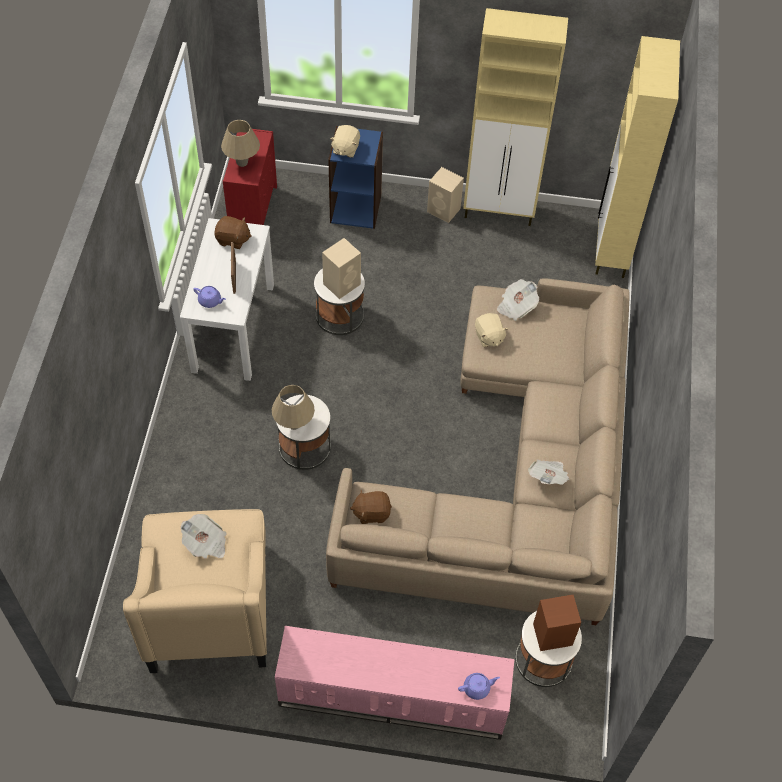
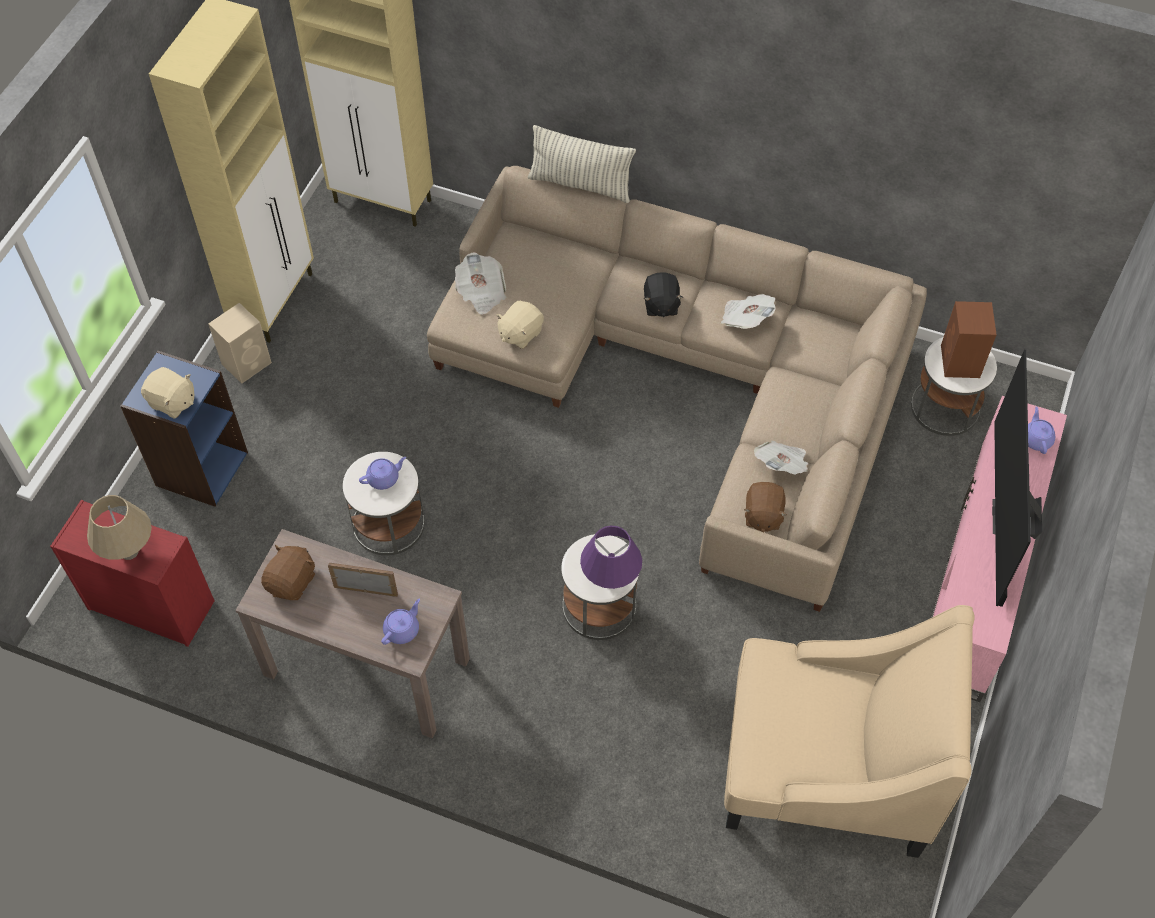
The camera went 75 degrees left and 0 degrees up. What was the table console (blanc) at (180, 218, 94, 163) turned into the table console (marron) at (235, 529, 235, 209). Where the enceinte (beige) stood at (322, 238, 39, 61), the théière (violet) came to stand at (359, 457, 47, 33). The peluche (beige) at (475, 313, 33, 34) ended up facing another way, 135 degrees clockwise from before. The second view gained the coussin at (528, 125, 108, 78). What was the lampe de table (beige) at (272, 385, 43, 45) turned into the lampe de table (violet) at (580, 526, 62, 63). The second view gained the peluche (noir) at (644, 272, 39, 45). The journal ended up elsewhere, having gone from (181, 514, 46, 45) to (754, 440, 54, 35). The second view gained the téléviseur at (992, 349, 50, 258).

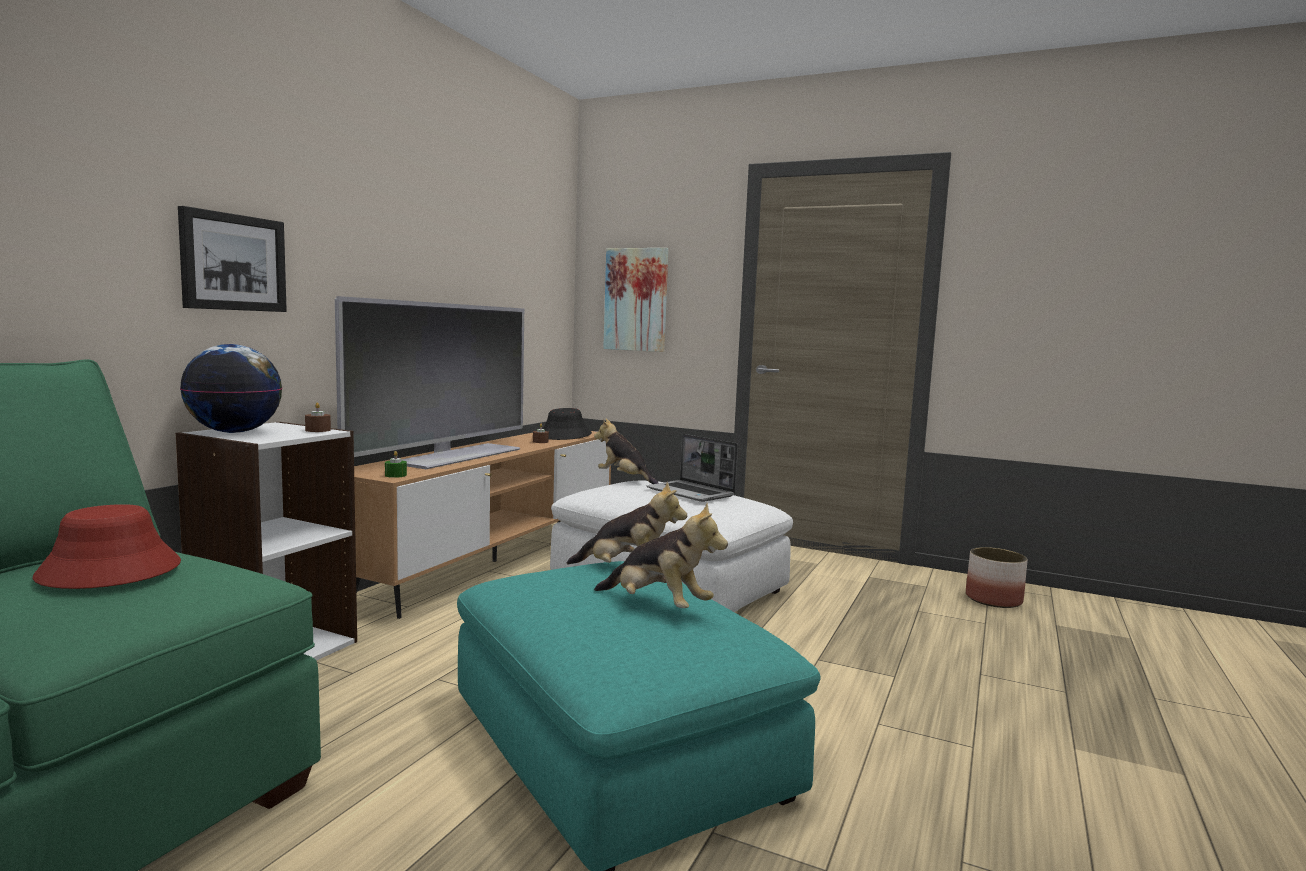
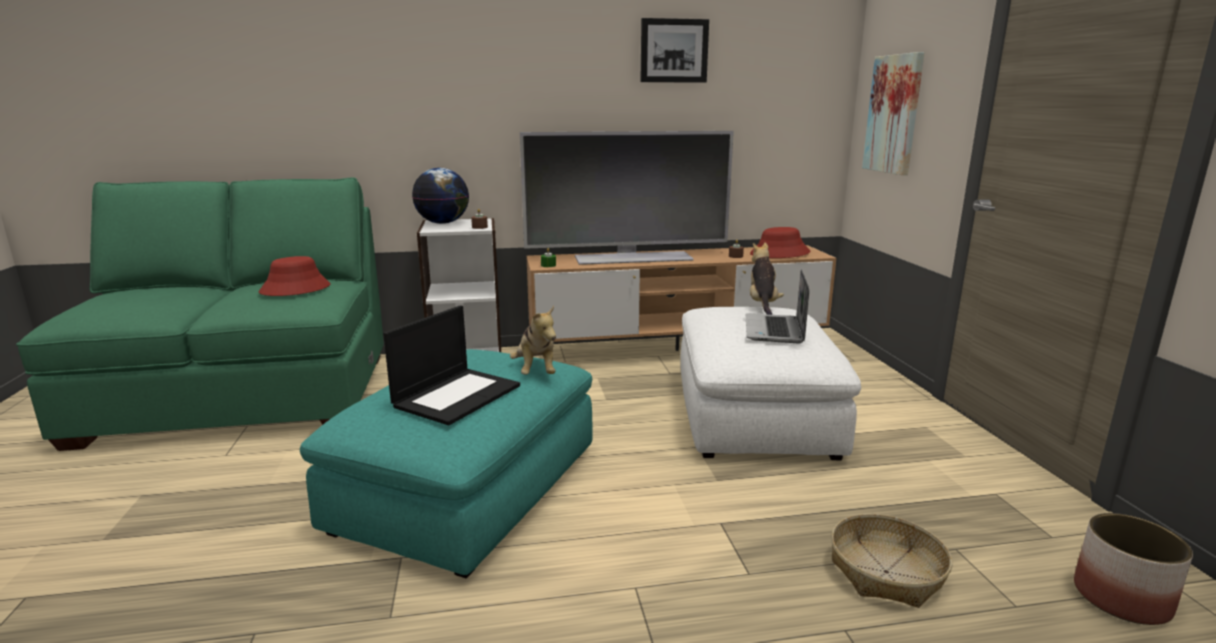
The camera went 55 degrees right and 10 degrees up. Where the peluche stood at (594, 503, 134, 105), the ordinateur portable came to stand at (383, 305, 137, 120). The tableau ended up elsewhere, having gone from (178, 206, 109, 106) to (640, 18, 69, 65). What was the chapeau (noir) at (542, 408, 50, 32) turned into the chapeau (rouge) at (750, 227, 60, 31). The second view gained the panier at (831, 514, 121, 94).

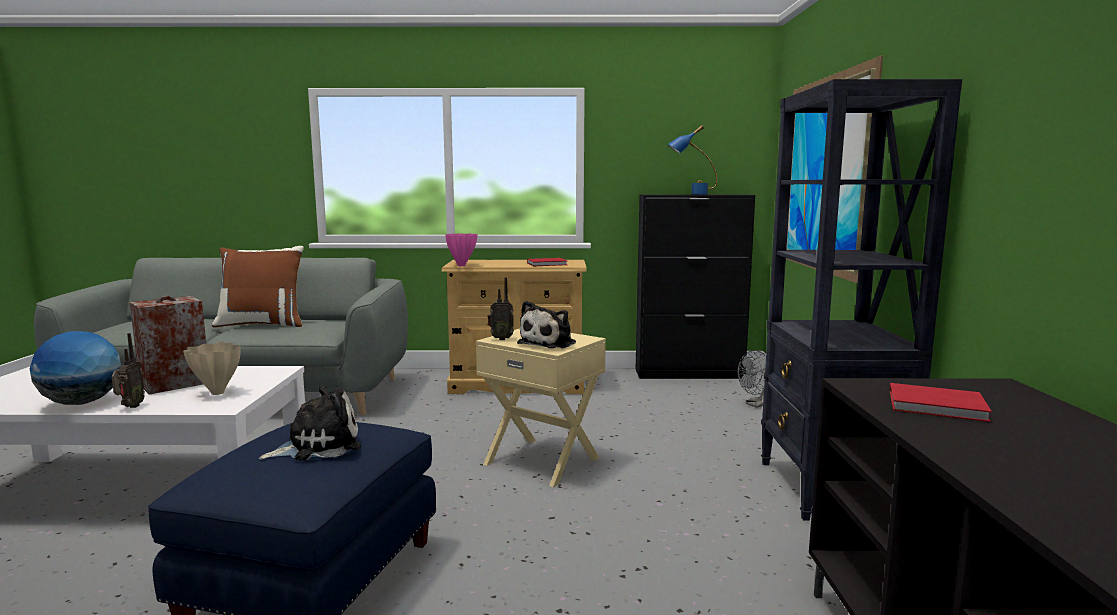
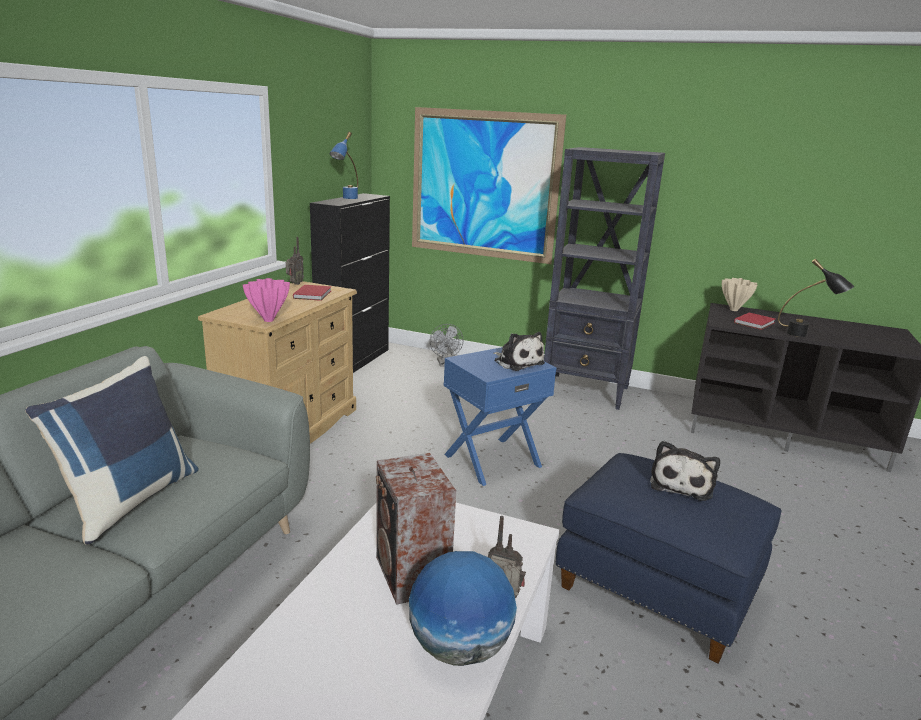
The camera went 70 degrees left and 10 degrees up. What was the coussin (marron) at (212, 246, 92, 82) turned into the coussin (bleu) at (25, 356, 174, 189). The radio ended up elsewhere, having gone from (487, 277, 27, 63) to (286, 237, 18, 48). What was the table d'appoint (beige) at (476, 328, 130, 159) turned into the table d'appoint (bleu) at (444, 347, 113, 139). The peluche at (258, 385, 103, 76) ended up facing another way, 150 degrees counterclockwise from before. The vase (beige) ended up elsewhere, having gone from (183, 342, 58, 53) to (722, 278, 35, 33). The second view gained the lampe de table (noir) at (778, 259, 76, 78).

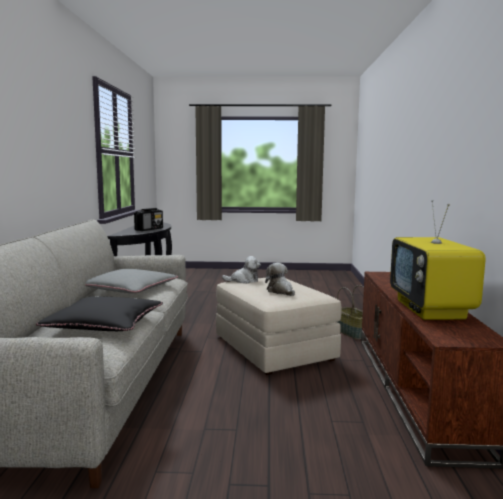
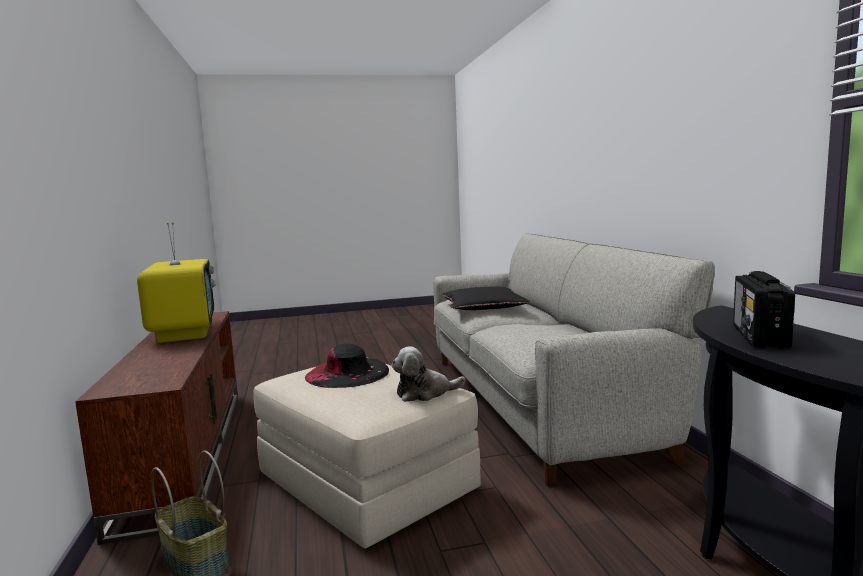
The camera went 165 degrees right and 0 degrees up. Where the peluche stood at (265, 263, 30, 33), the chapeau (noir) came to stand at (305, 344, 84, 44). The second view lost the coussin (gris) at (85, 269, 93, 24).

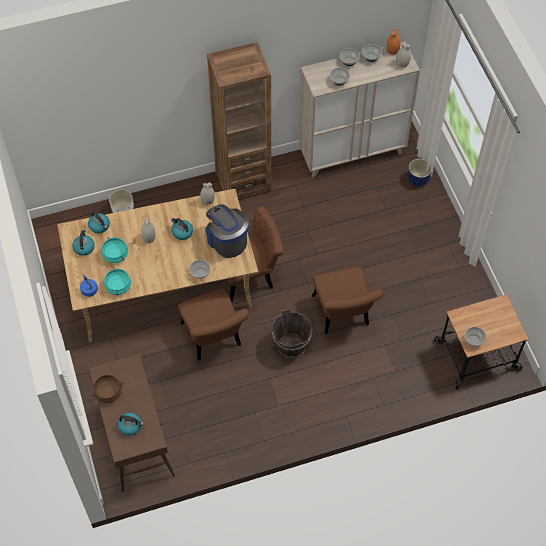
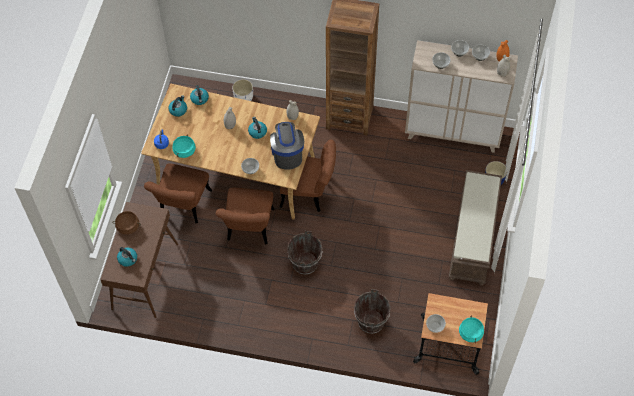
The camera went 30 degrees right and 0 degrees up. The chaise (marron) ended up elsewhere, having gone from (312, 266, 72, 68) to (144, 163, 68, 60). The second view gained the seau (marron) at (354, 289, 37, 45). The second view gained the banc (marron) at (449, 170, 53, 115). The marmite (turquoise) ended up elsewhere, having gone from (101, 237, 27, 26) to (459, 316, 25, 27).

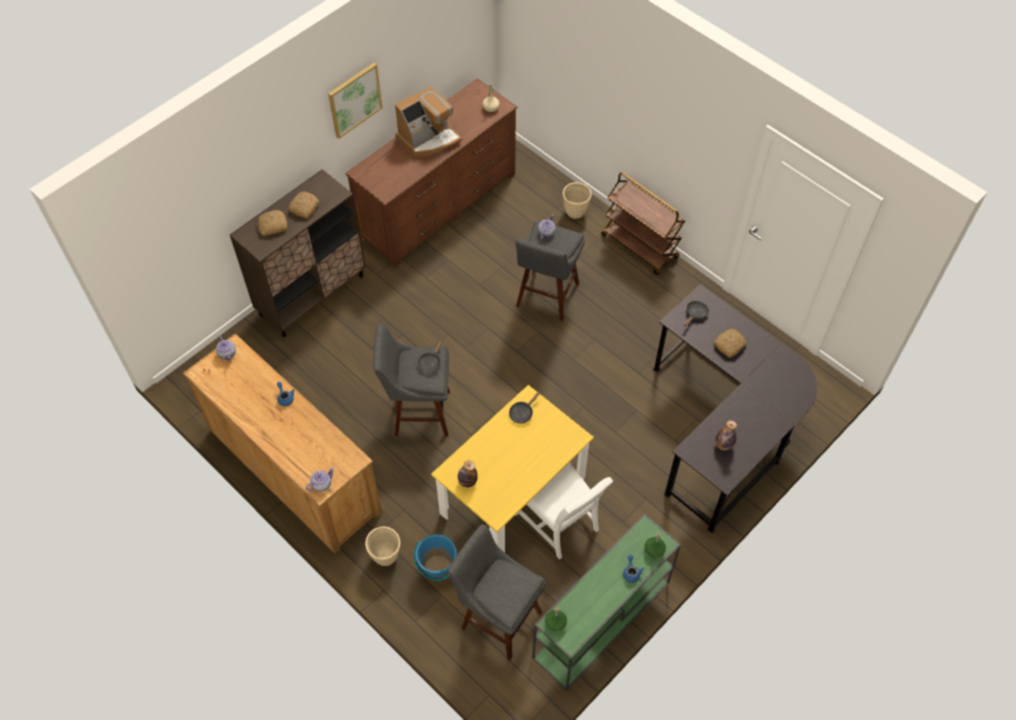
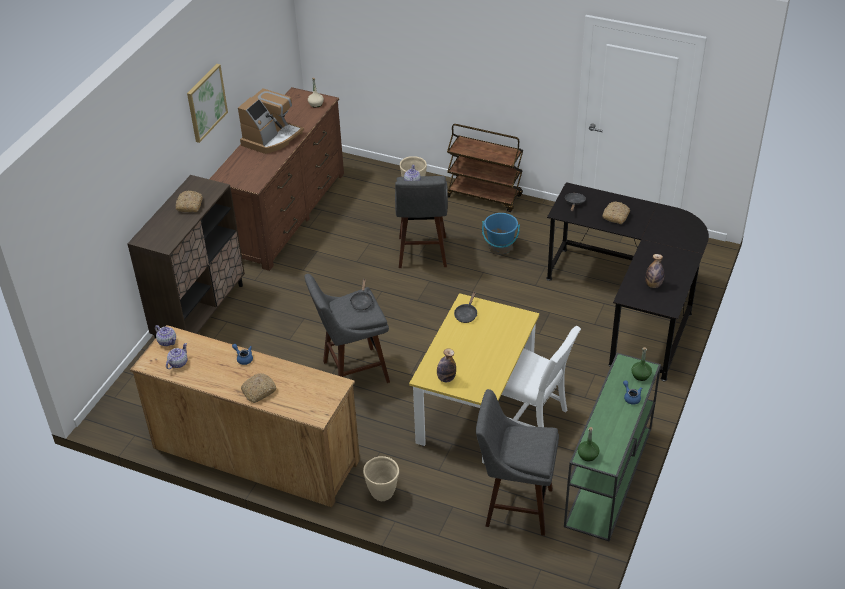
The camera went 20 degrees left and 15 degrees down. The théière ended up elsewhere, having gone from (306, 468, 28, 24) to (166, 343, 22, 26). The pain ended up elsewhere, having gone from (258, 210, 29, 26) to (241, 373, 36, 30). The seau (bleu) ended up elsewhere, having gone from (414, 534, 43, 47) to (482, 213, 38, 41).

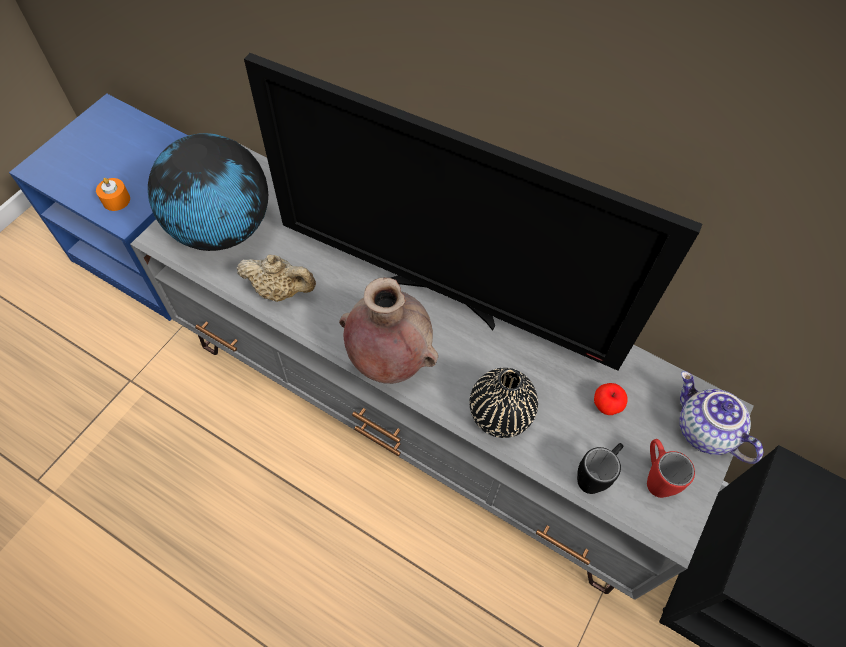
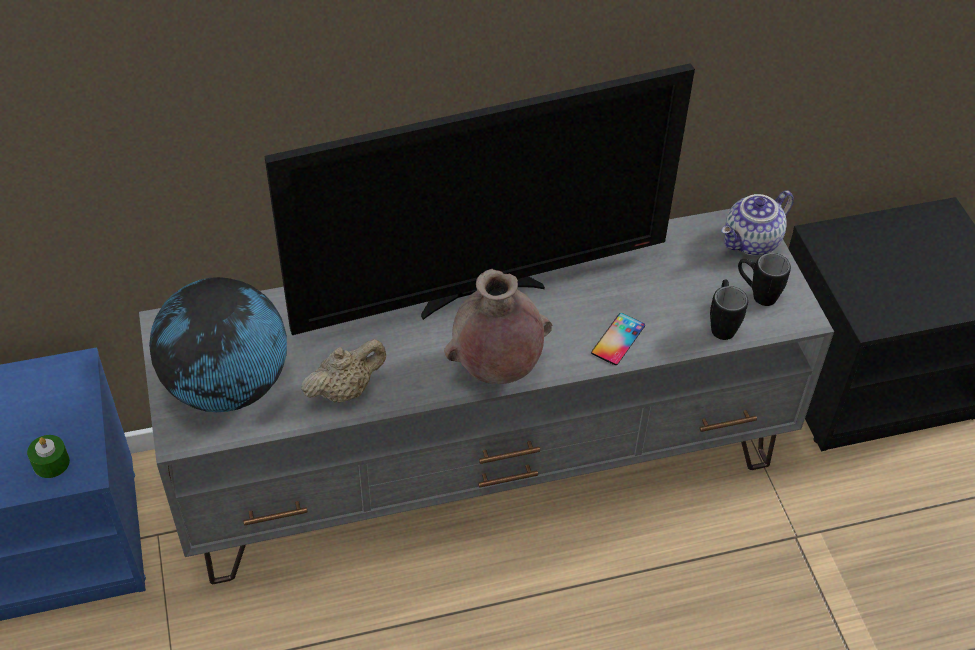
The camera went 45 degrees left and 10 degrees down. What was the bougie (orange) at (96, 178, 34, 33) turned into the bougie (vert) at (27, 435, 43, 43). Where the vase (noir) stood at (469, 368, 69, 70), the téléphone came to stand at (591, 313, 54, 52). The théière at (679, 371, 84, 93) ended up facing another way, 45 degrees counterclockwise from before. What was the mug (rouge) at (647, 439, 48, 59) turned into the mug (noir) at (738, 253, 53, 53). The second view lost the pomme at (594, 383, 33, 32).

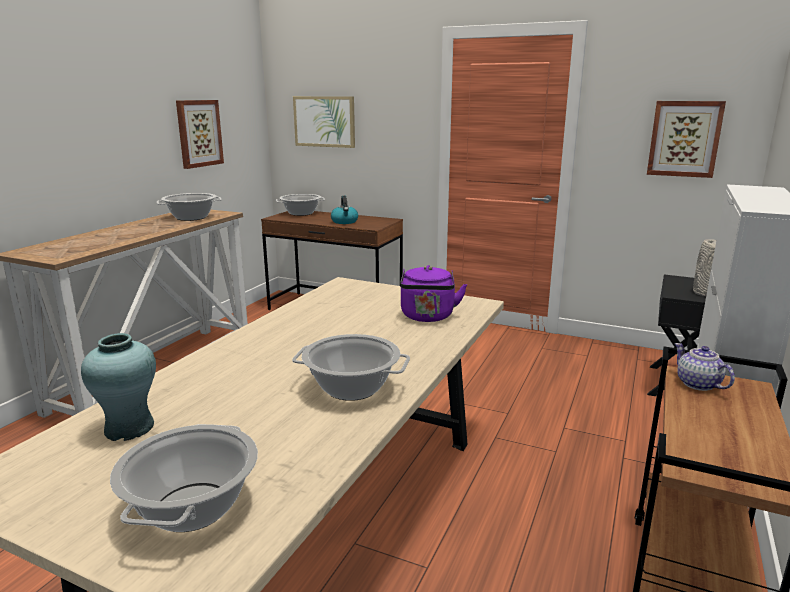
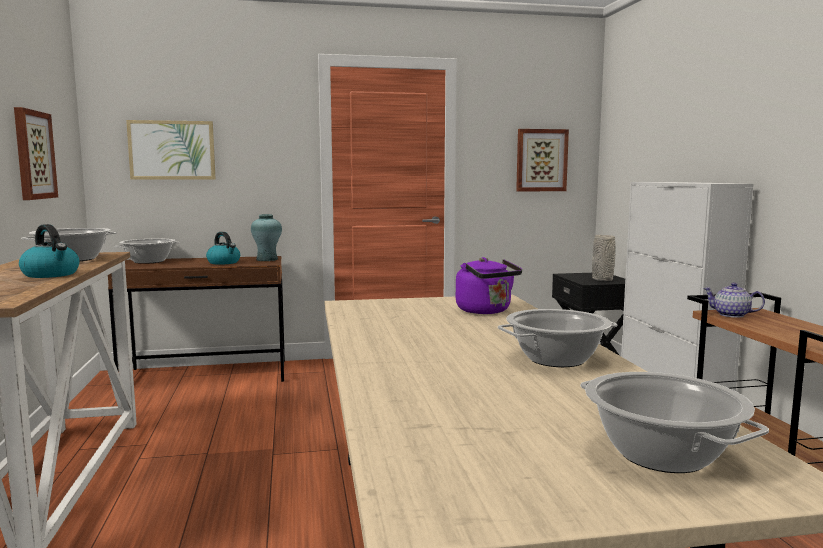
The camera went 35 degrees left and 10 degrees down. The second view gained the bouilloire at (19, 224, 60, 54). The vase (turquoise) ended up elsewhere, having gone from (81, 333, 75, 108) to (251, 214, 31, 47).

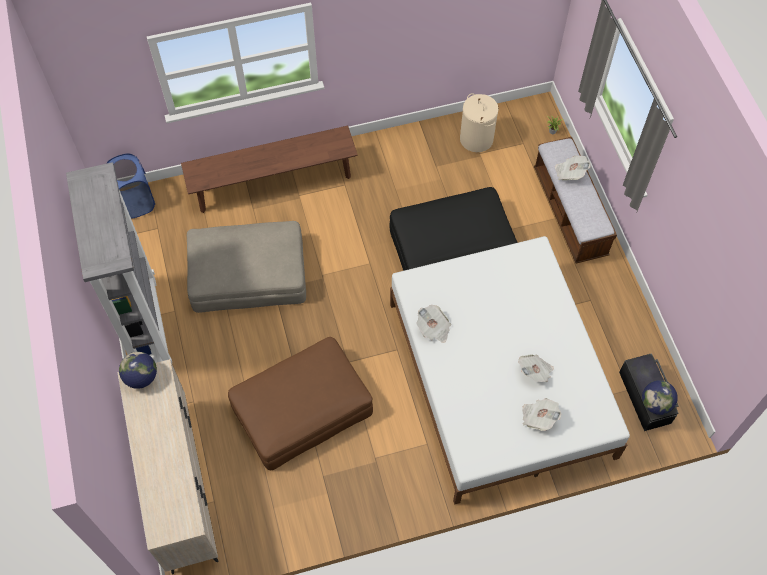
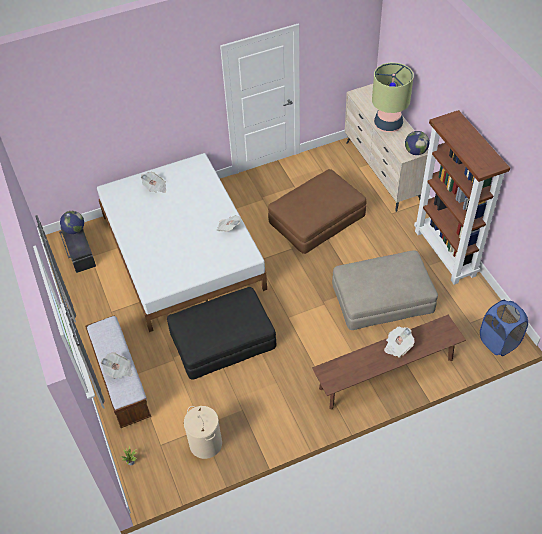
The camera went 175 degrees right and 10 degrees down. The second view gained the lampe de table at (372, 62, 41, 70). The journal ended up elsewhere, having gone from (518, 354, 36, 28) to (384, 327, 31, 31). What was the bibliothèque (gris) at (66, 162, 106, 201) turned into the bibliothèque (marron) at (414, 110, 96, 175).

